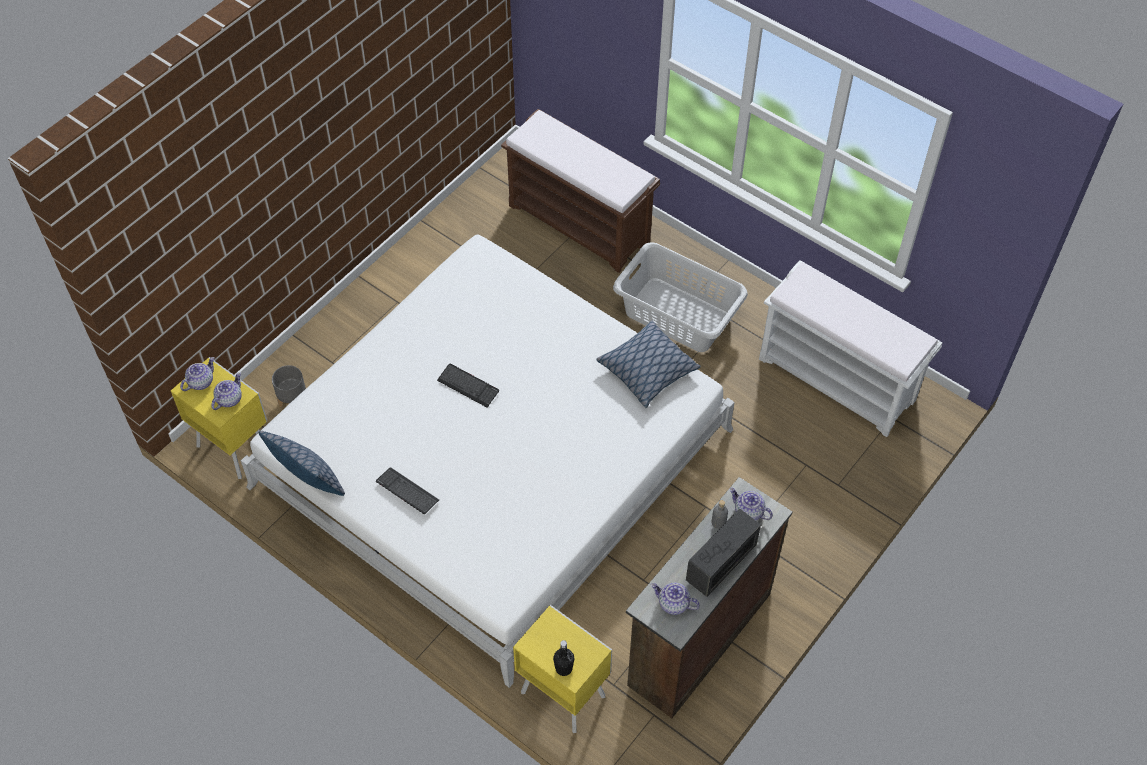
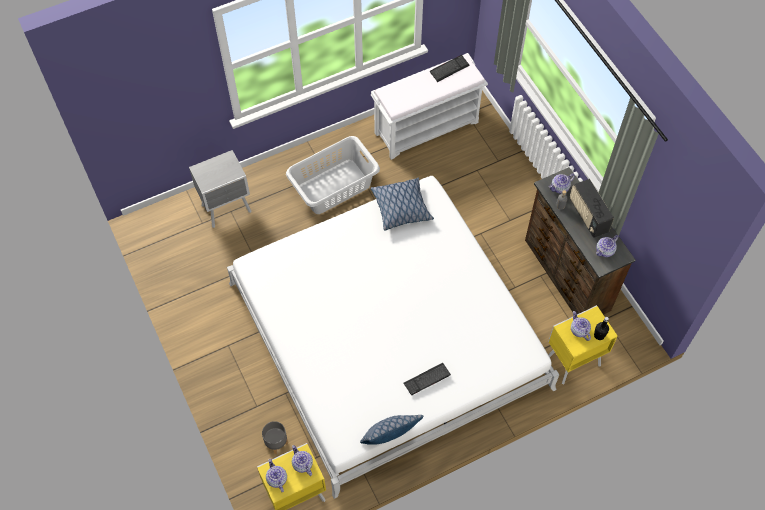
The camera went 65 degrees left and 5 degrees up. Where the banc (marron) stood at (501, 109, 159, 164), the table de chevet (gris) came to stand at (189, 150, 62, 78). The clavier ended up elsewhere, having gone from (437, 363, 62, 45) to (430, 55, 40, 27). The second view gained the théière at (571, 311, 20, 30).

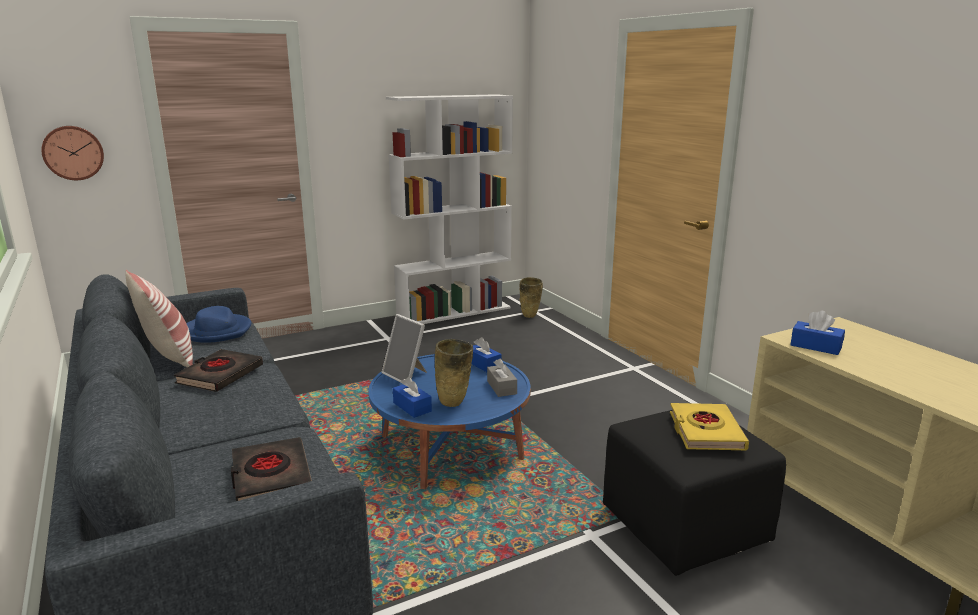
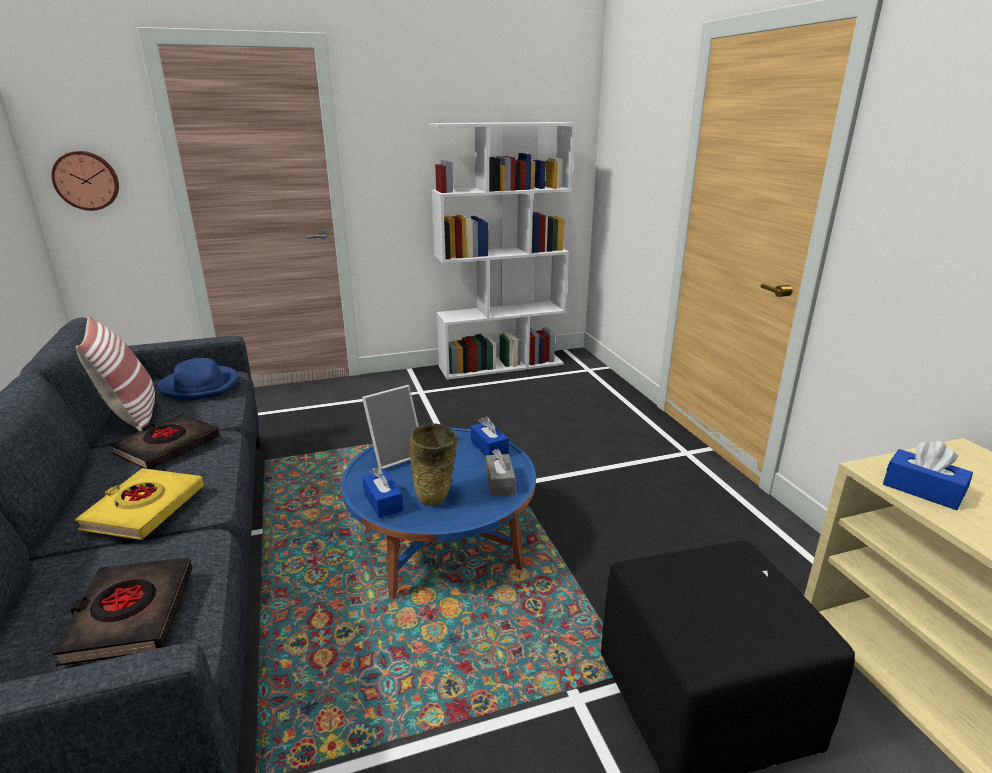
The camera went 10 degrees right and 5 degrees up. The livre (jaune) ended up elsewhere, having gone from (670, 403, 79, 47) to (75, 468, 129, 72). The cadre photo at (382, 314, 45, 69) ended up facing another way, 90 degrees counterclockwise from before. The second view lost the vase (beige) at (519, 277, 24, 41).

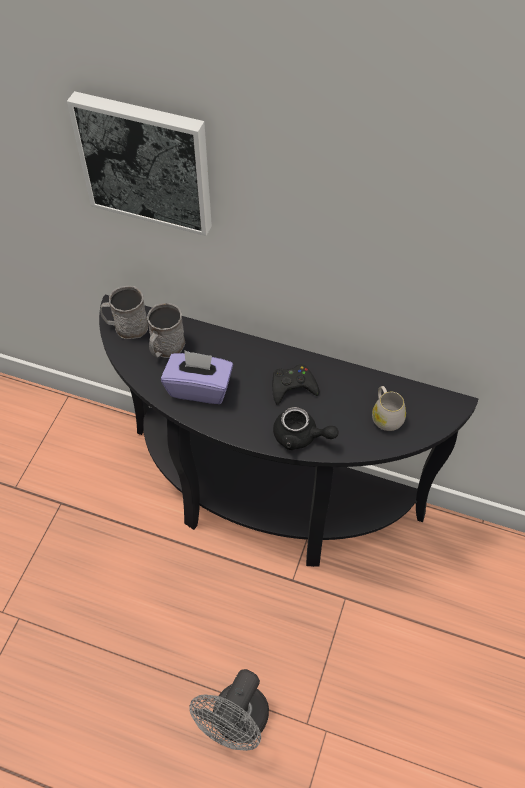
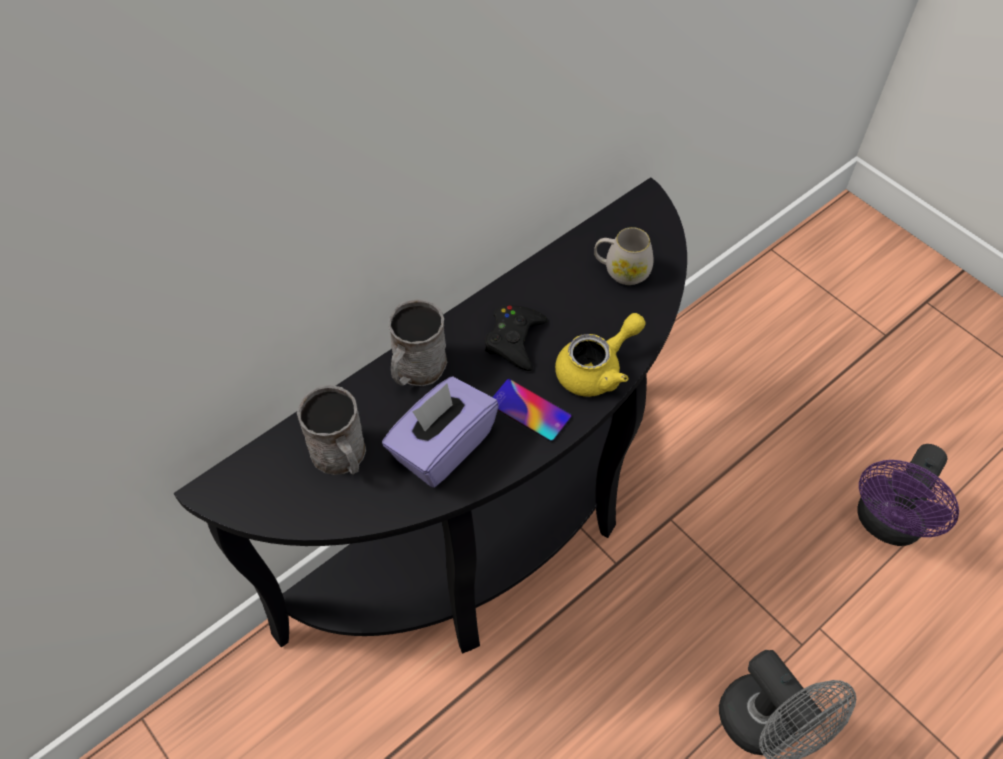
The camera went 60 degrees left and 0 degrees up. The mug (gris) ended up elsewhere, having gone from (100, 286, 48, 53) to (388, 300, 59, 86). The second view gained the téléphone at (492, 379, 80, 63). What was the théière (noir) at (273, 407, 65, 43) turned into the théière (jaune) at (555, 313, 90, 84). The second view gained the ventilateur (violet) at (858, 444, 101, 102). The second view lost the tableau at (67, 91, 145, 145).

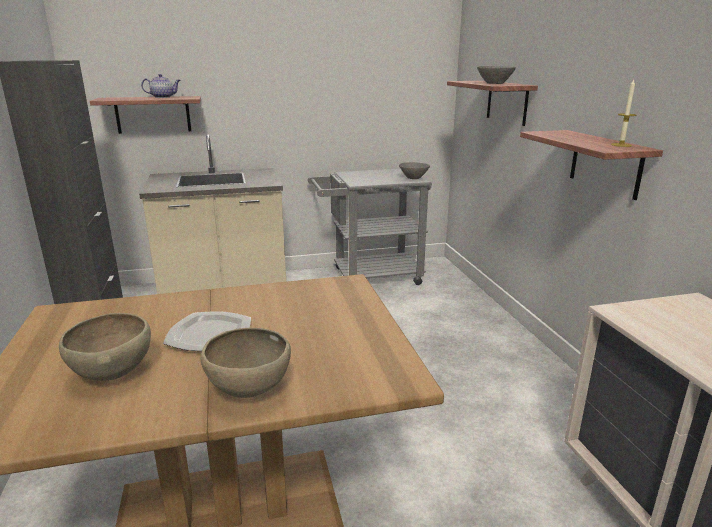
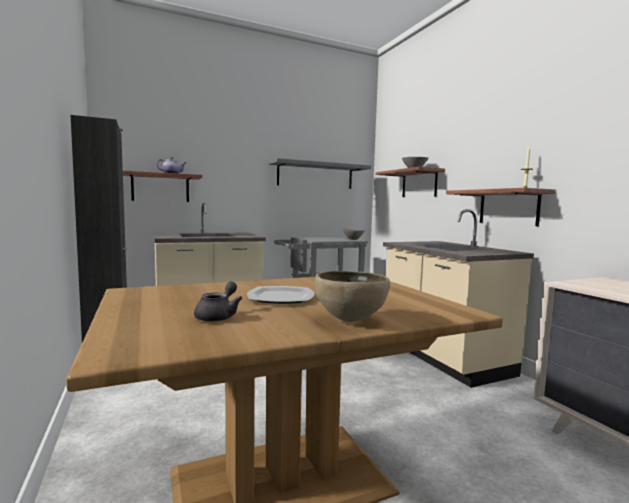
The camera went 10 degrees left and 15 degrees down. Where the bol (marron) stood at (59, 313, 92, 68), the théière (gris) came to stand at (194, 282, 48, 40). The second view gained the étagère (gris) at (269, 158, 102, 31). The second view gained the comptoir de cuisine (beige) at (383, 209, 151, 179).

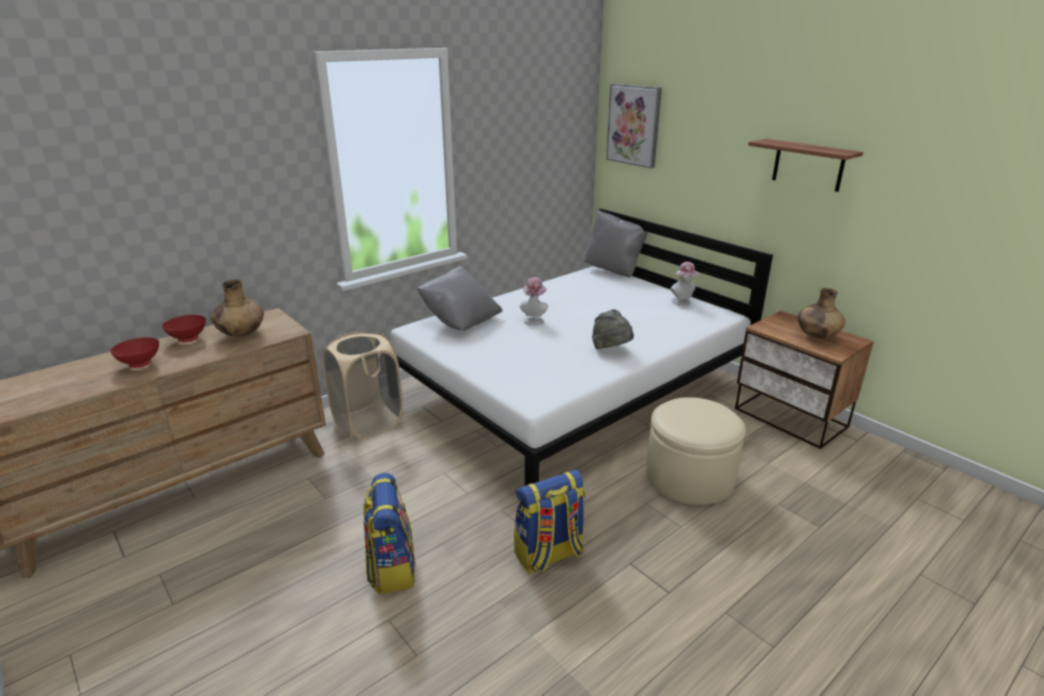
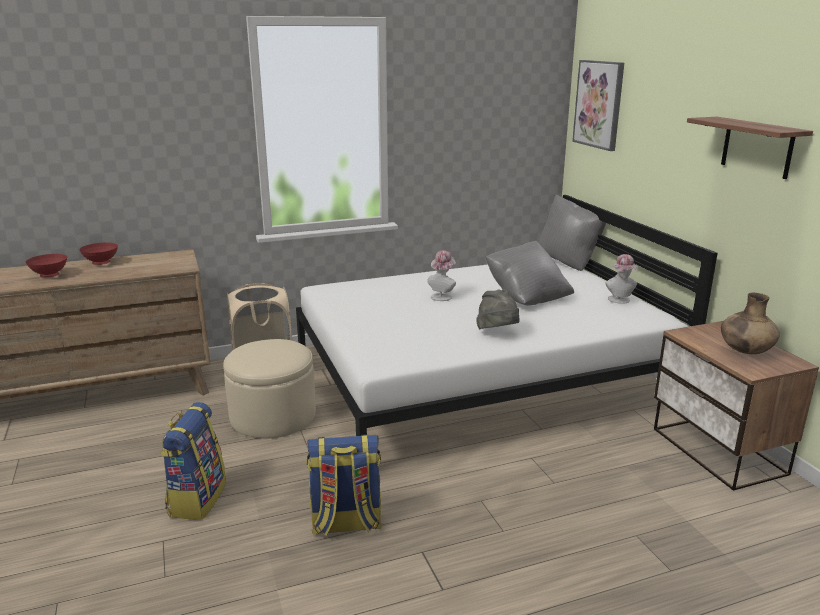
The camera went 20 degrees right and 5 degrees down. The pouf (beige) ended up elsewhere, having gone from (646, 397, 100, 108) to (223, 339, 93, 99). The coussin (gris) ended up elsewhere, having gone from (417, 266, 85, 64) to (486, 241, 88, 65). The second view lost the vase (marron) at (211, 280, 53, 57).

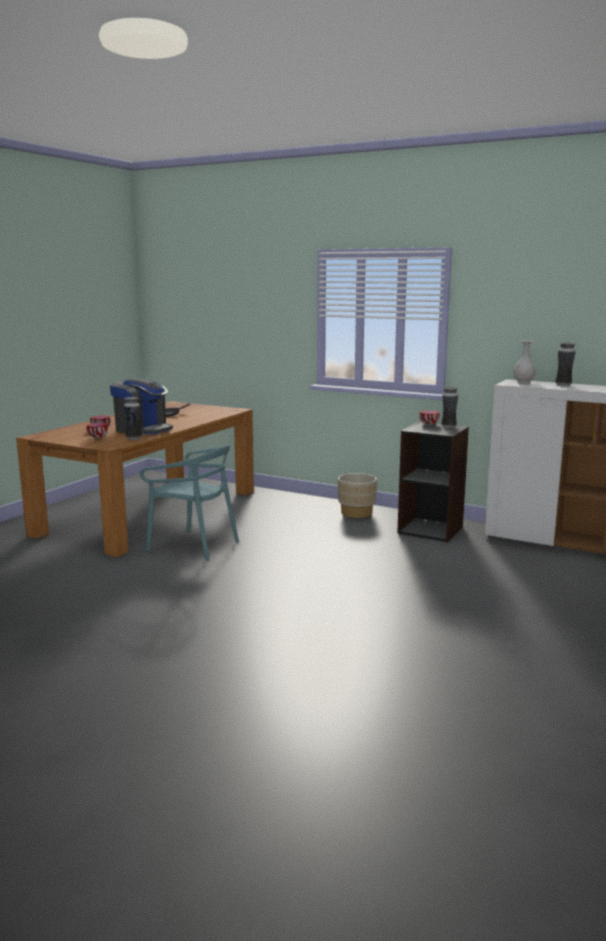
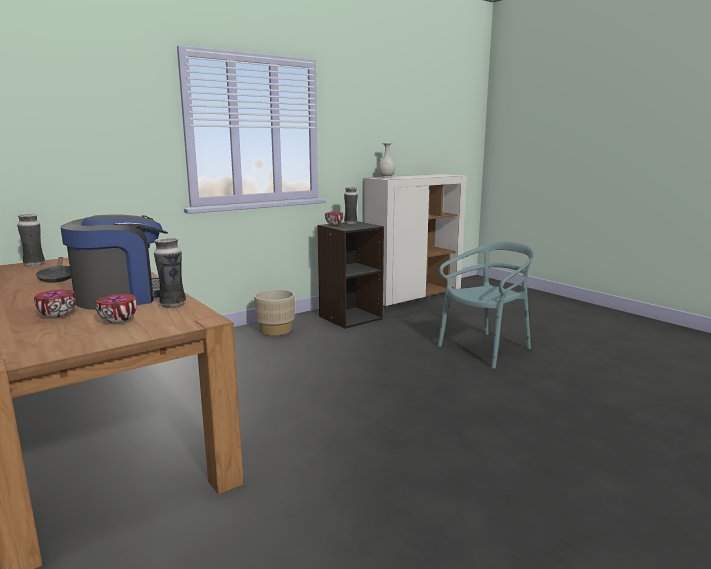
The camera went 65 degrees left and 0 degrees up. The vase ended up elsewhere, having gone from (555, 342, 20, 44) to (17, 214, 28, 53). The chaise (turquoise) ended up elsewhere, having gone from (140, 445, 99, 116) to (438, 242, 96, 127).

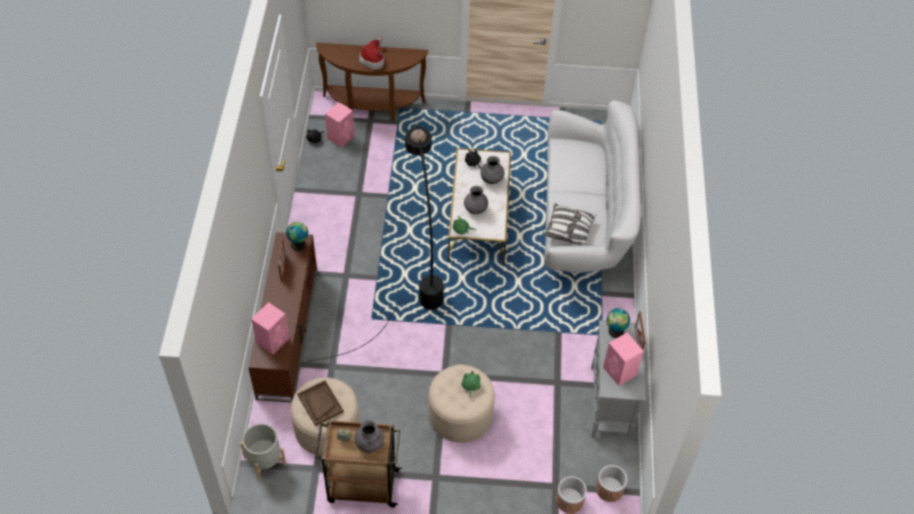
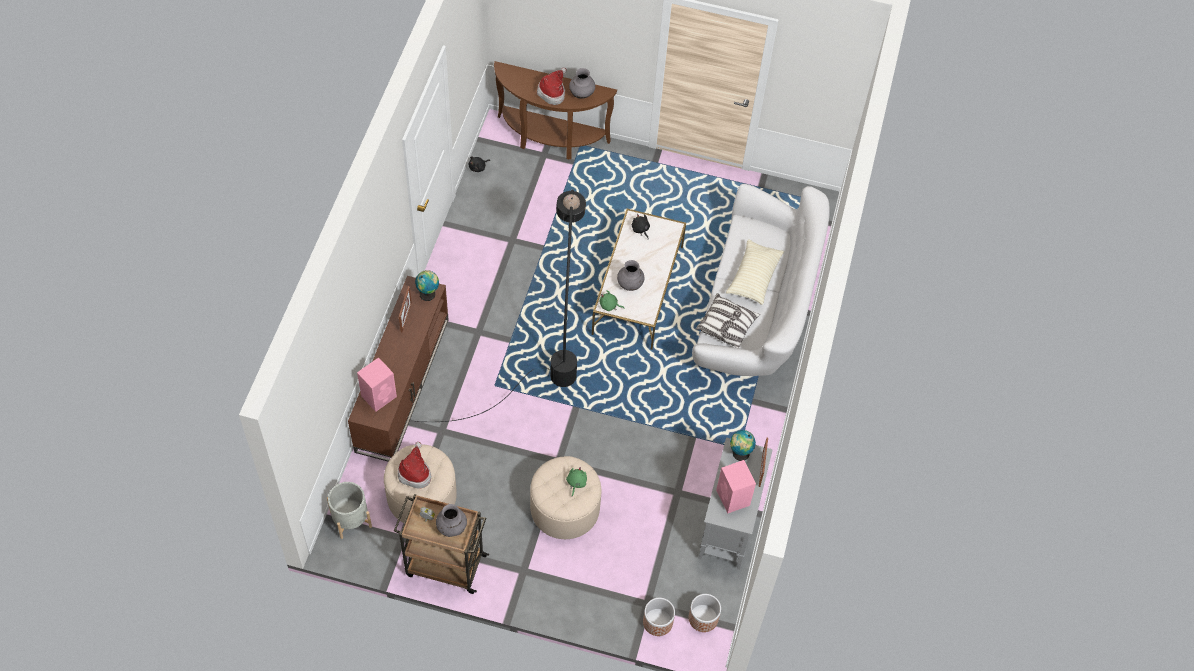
The camera went 10 degrees right and 5 degrees up. Where the plateau (marron) stood at (297, 380, 47, 46), the chapeau came to stand at (398, 442, 33, 47). The vase (gris) ended up elsewhere, having gone from (480, 156, 25, 28) to (569, 68, 26, 31). The second view gained the coussin (beige) at (726, 239, 58, 66). The second view lost the enceinte (rose) at (325, 102, 29, 45).

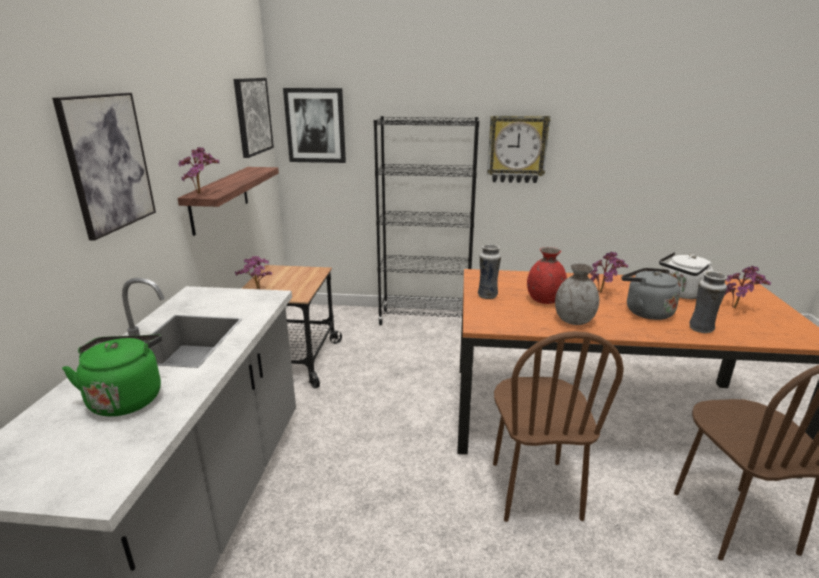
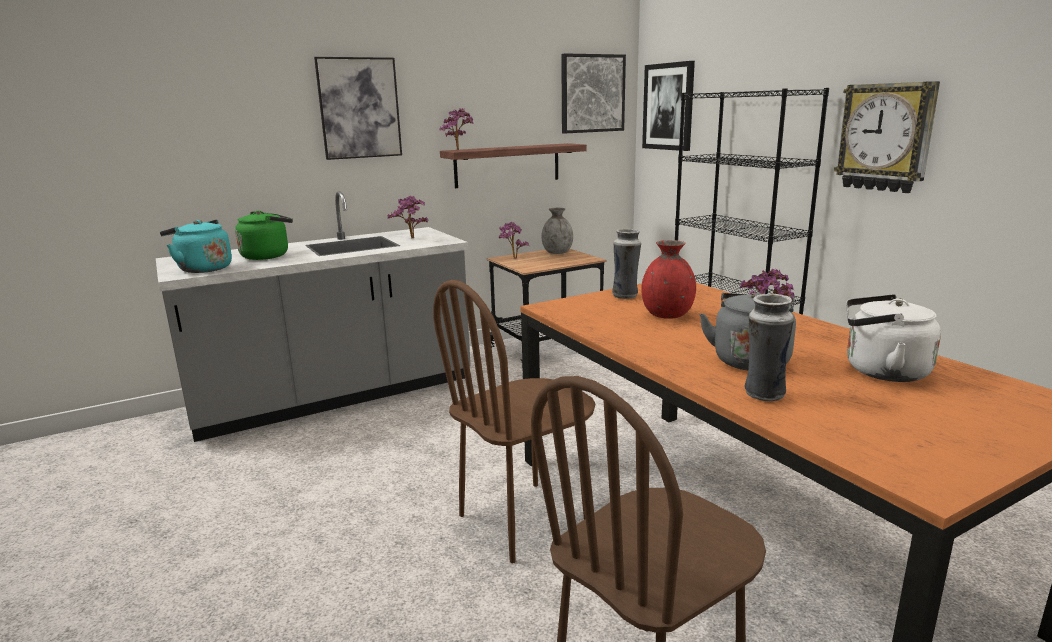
The camera went 55 degrees right and 5 degrees down. The second view gained the bouilloire (turquoise) at (160, 219, 72, 54). The plante en pot ended up elsewhere, having gone from (725, 266, 46, 43) to (388, 196, 41, 42). The vase (gris) ended up elsewhere, having gone from (555, 263, 44, 62) to (541, 208, 32, 46).

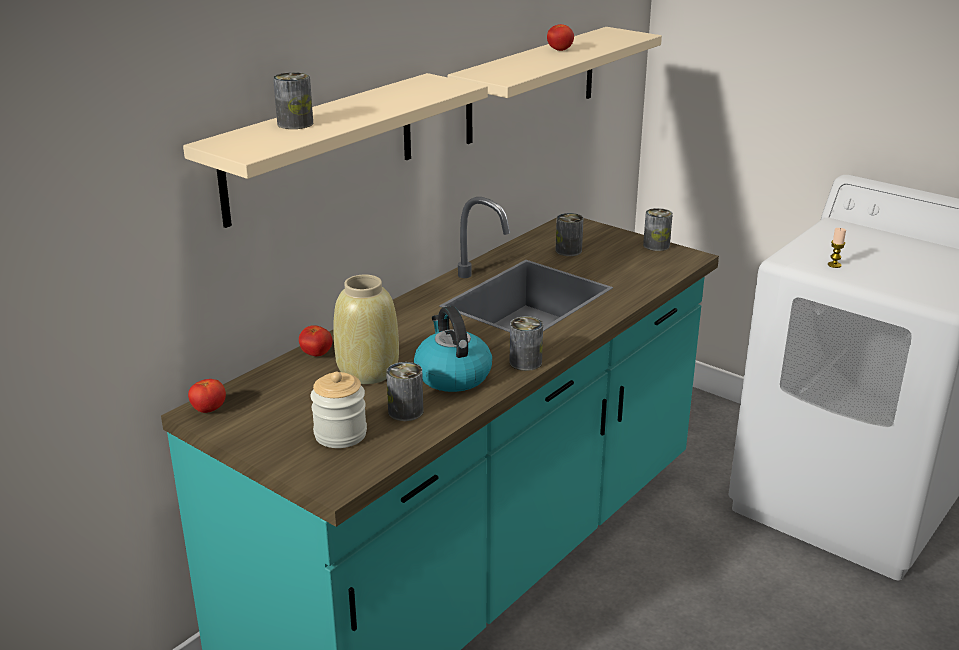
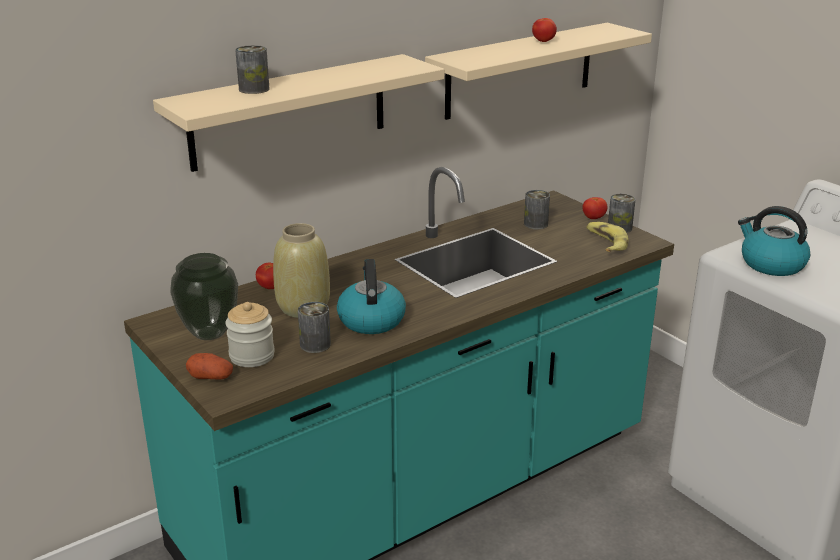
The camera went 15 degrees right and 0 degrees up. The second view gained the vase at (170, 253, 68, 87). The second view gained the pomme de terre at (186, 353, 47, 26). The tomate ended up elsewhere, having gone from (188, 379, 38, 34) to (582, 197, 25, 22). The second view gained the banane at (586, 222, 42, 30). Where the bougie stood at (828, 228, 18, 40), the bouilloire came to stand at (738, 206, 72, 70). The second view lost the boîte métallique at (510, 316, 33, 55).

